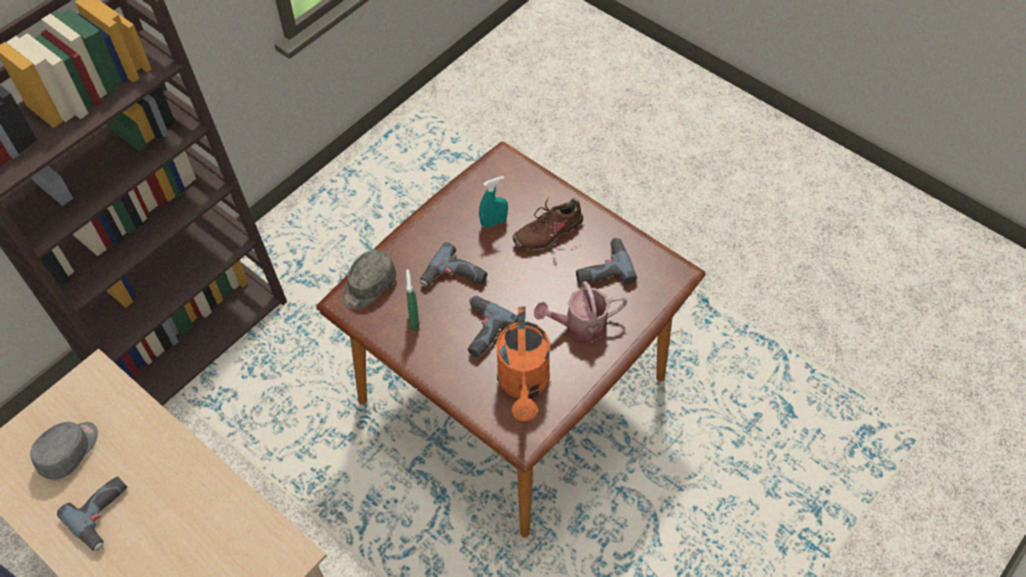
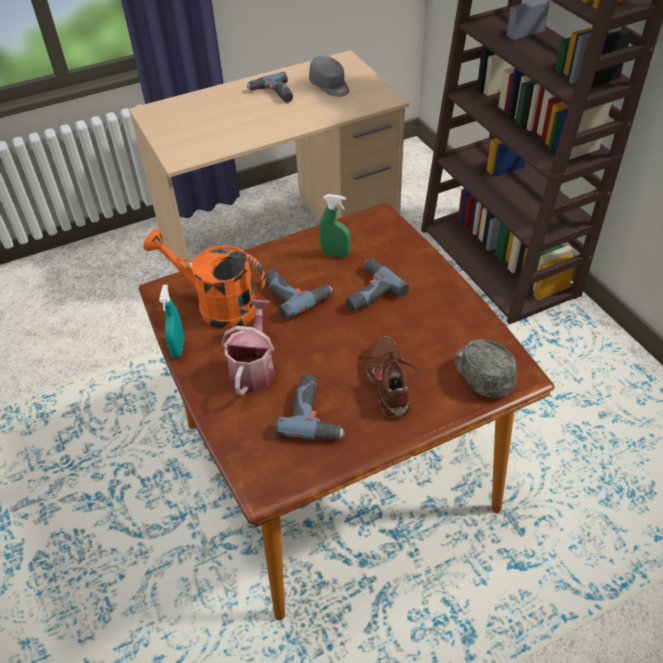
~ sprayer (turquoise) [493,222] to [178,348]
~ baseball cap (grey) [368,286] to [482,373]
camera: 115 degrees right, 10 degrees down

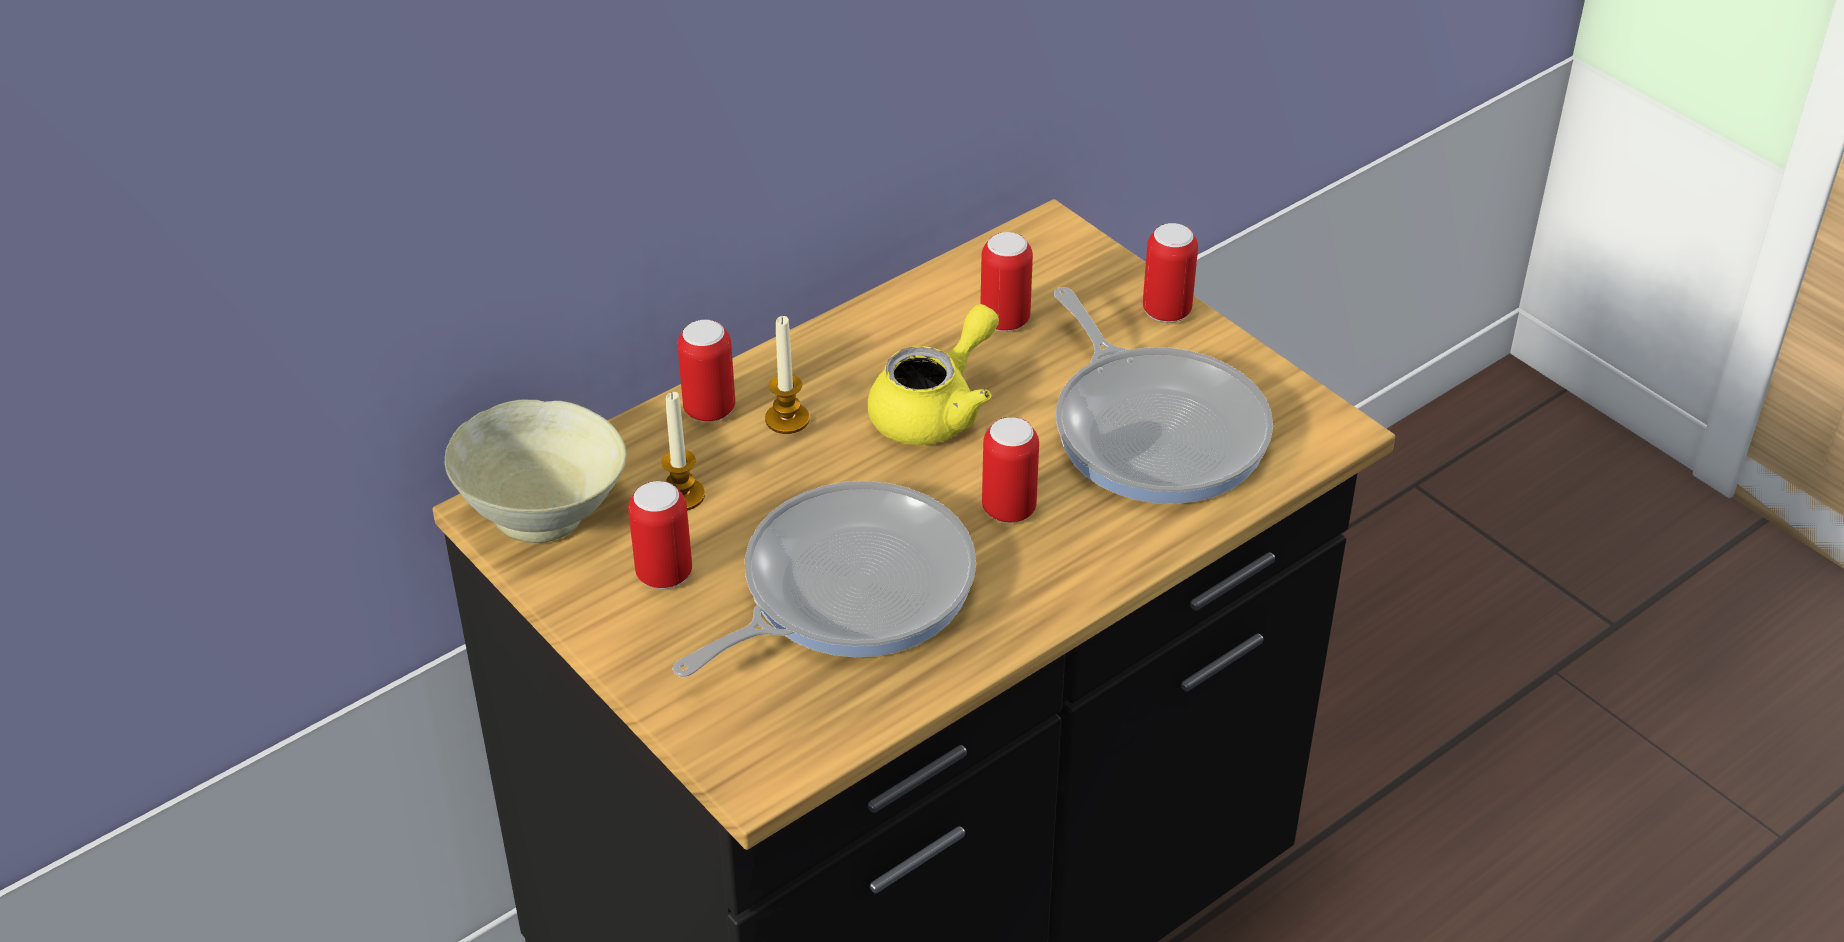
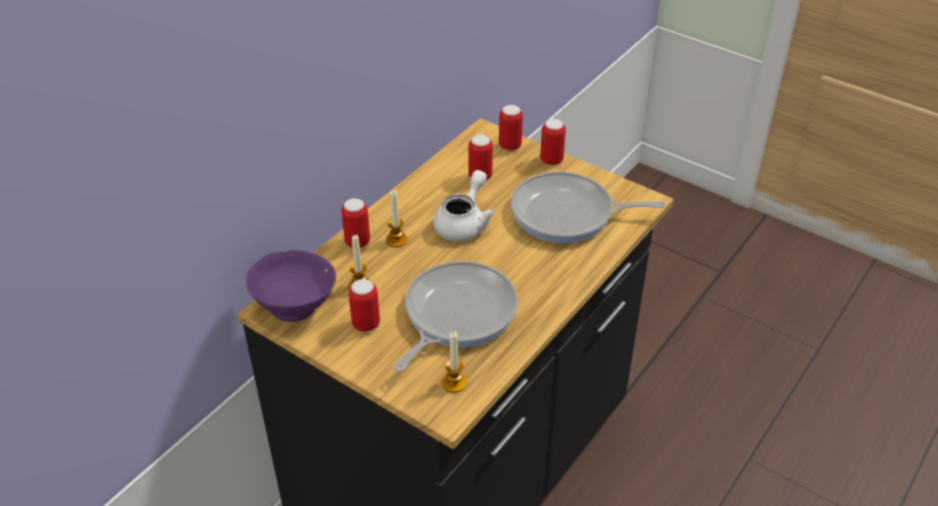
~ frying pan [1155,429] = [568,214] 135 degrees clockwise
~ pot for tea (yellow) [935,409] to pot for tea (white-coloured) [464,223]
~ bowl (sand-coloured) [546,514] to bowl (purplish) [296,306]
~ sealed can [1008,509] to [510,146]
+ wax light [454,383]
camera: 15 degrees left, 0 degrees up

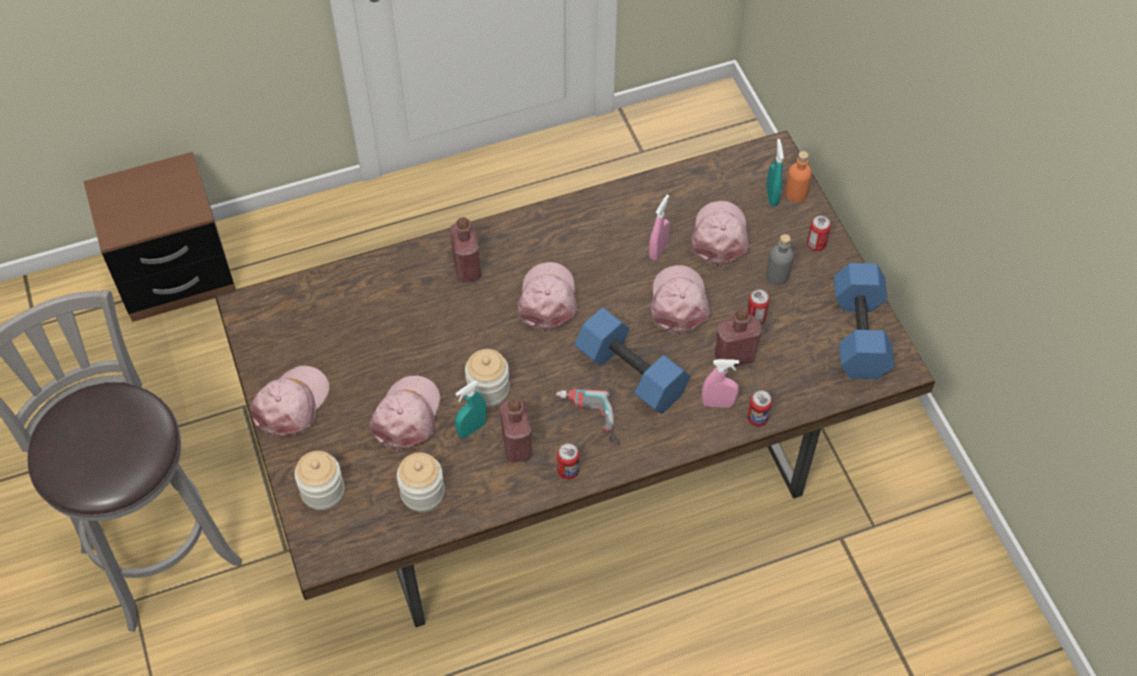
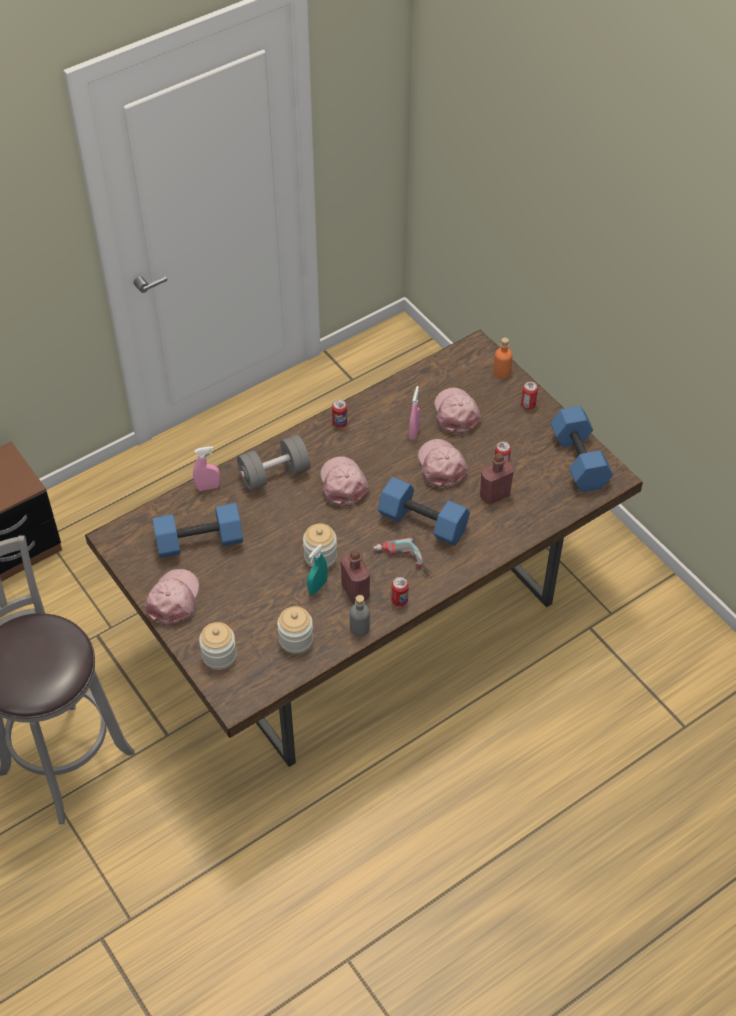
- sprayer (turquoise) [771,196]
~ bottle (red) [467,268] to dumbbell (grey) [274,474]
~ bottle (grey) [777,275] to [359,628]
~ sprayer (pink) [718,403] to [208,487]
- baseball cap (pink) [407,415]
~ sealed can [757,418] to [339,423]
+ dumbbell (bluish) [199,543]
camera: 15 degrees left, 5 degrees down

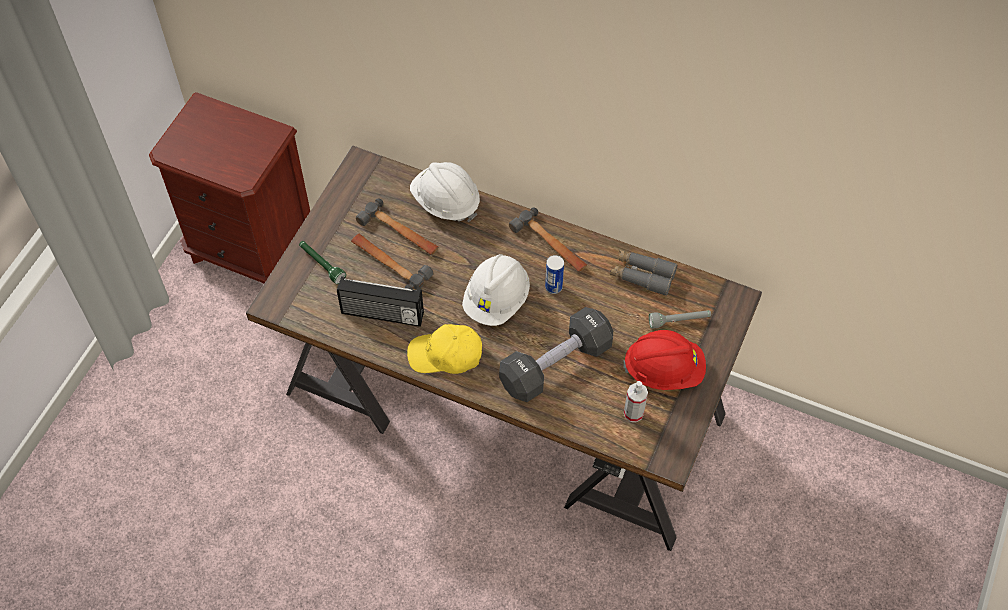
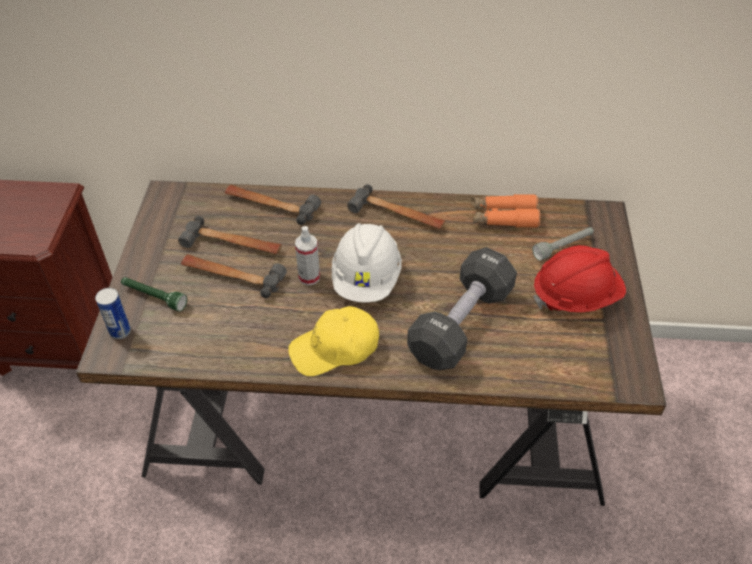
~ work helmet (white-coloured) [445,202] to tool hammer [271,205]
~ binoculars (grey) [642,275] to binoculars (orange-coloured) [503,217]
~ sealed can [553,287] to [120,331]
- radio set [382,315]
~ sprayer [633,413] to [309,277]
camera: 20 degrees left, 10 degrees down

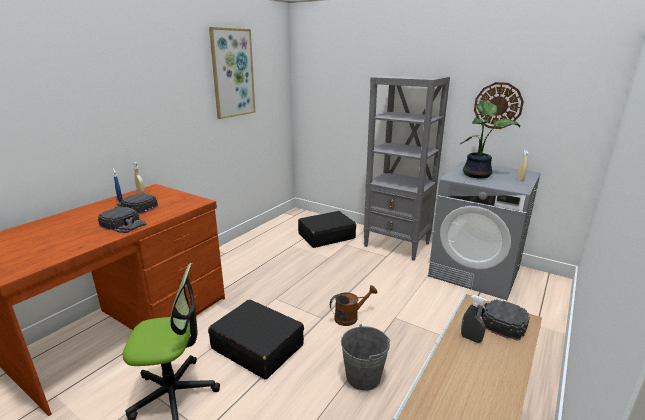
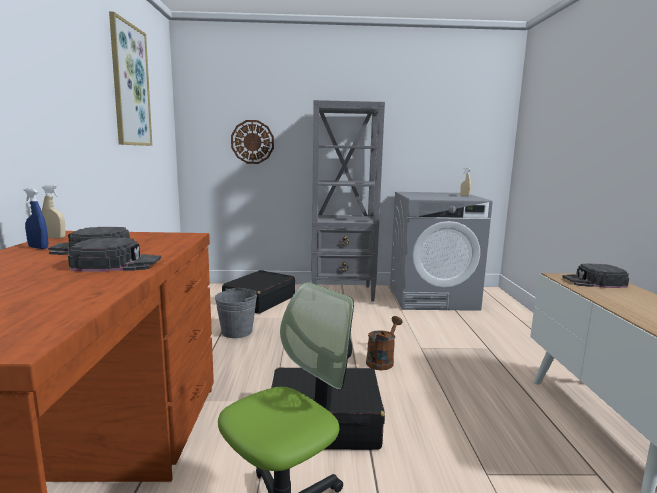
~ wall clock [498,105] to [252,142]
- houseplant [477,174]
- sprayer (grey) [471,339]
~ pail (grey) [363,376] to [237,331]
camera: 35 degrees left, 10 degrees down

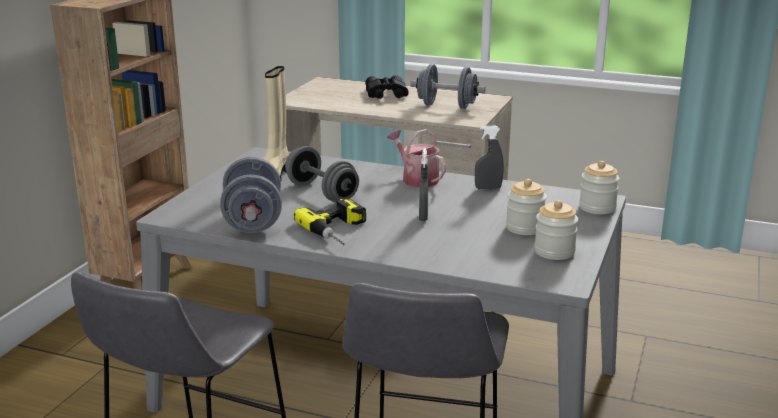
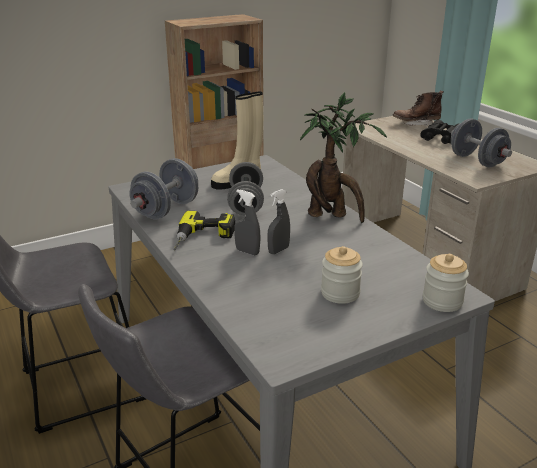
~ sprayer (grey) [488,188] to [247,252]
~ watering pot [417,178] to houseplant [332,216]
- jar [554,251]
+ high-top boot (brown-coloured) [416,124]
camera: 40 degrees right, 5 degrees up

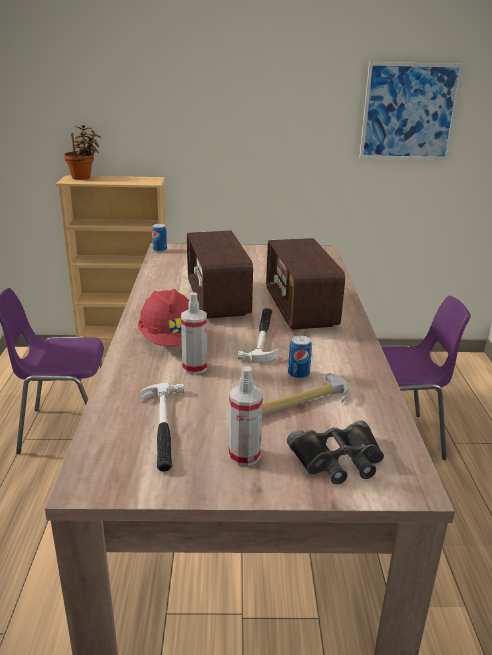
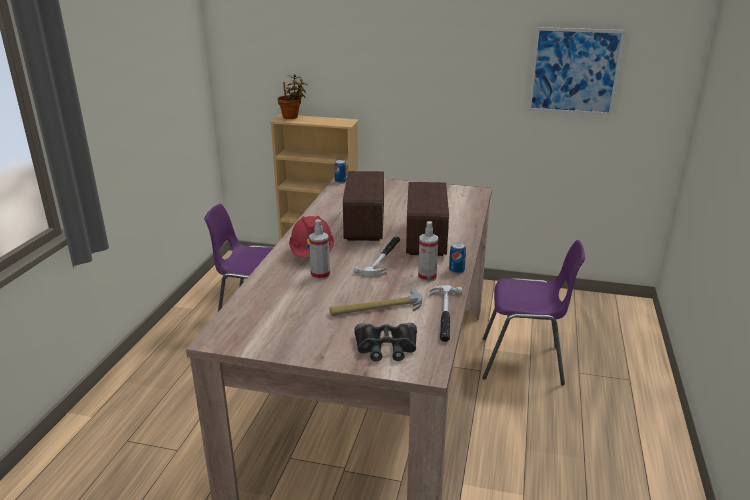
~ sealed can [298,374] to [456,270]
~ sprayer [244,456] to [427,277]
~ tool hammer [162,427] to [444,315]
camera: 15 degrees right, 0 degrees up

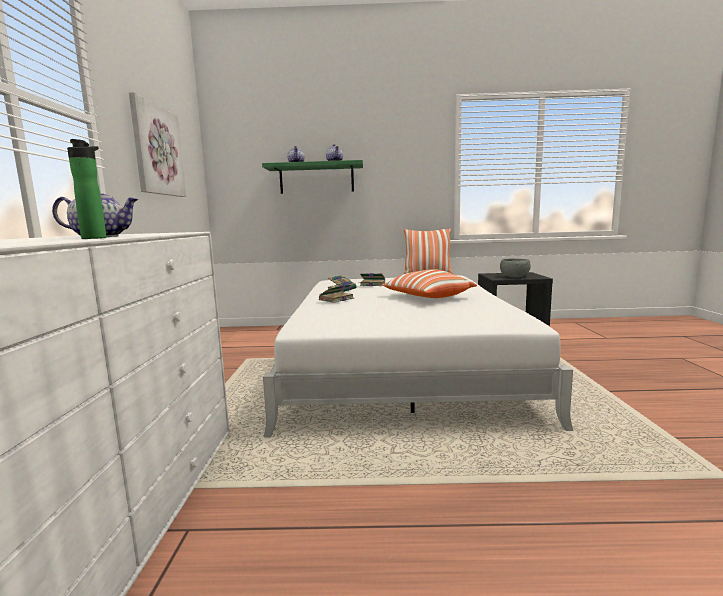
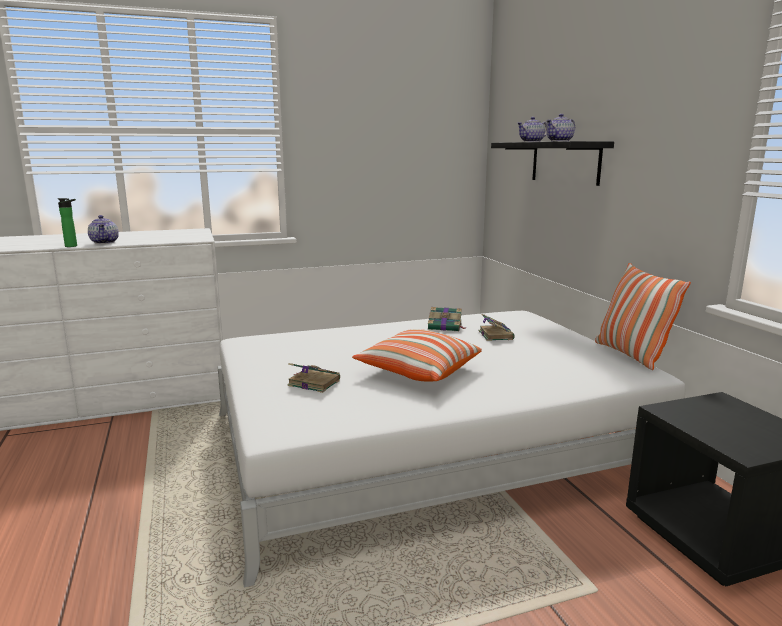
- wall picture [157,151]
~ wall shelf (greenish) [316,179] to wall shelf (black) [565,162]
- bowl (grey) [514,277]
~ bound book [335,299] to [313,383]
camera: 70 degrees right, 5 degrees up

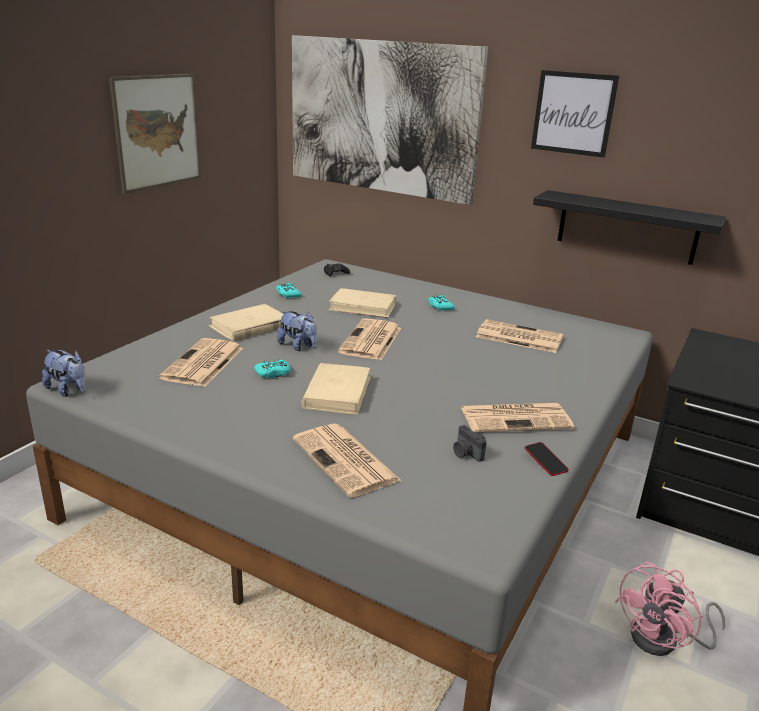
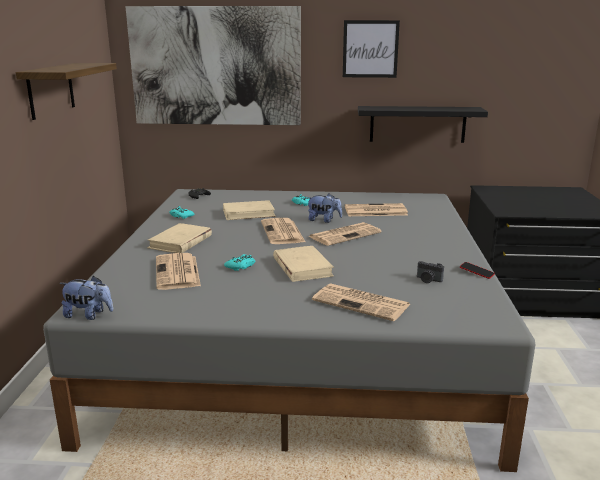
~ wall picture [157,131] to wall shelf [51,90]
~ cuddly toy [298,346] to [324,220]
~ printed paper [517,418] to [345,234]
- electric fan (pink) [663,641]
camera: 25 degrees left, 5 degrees down

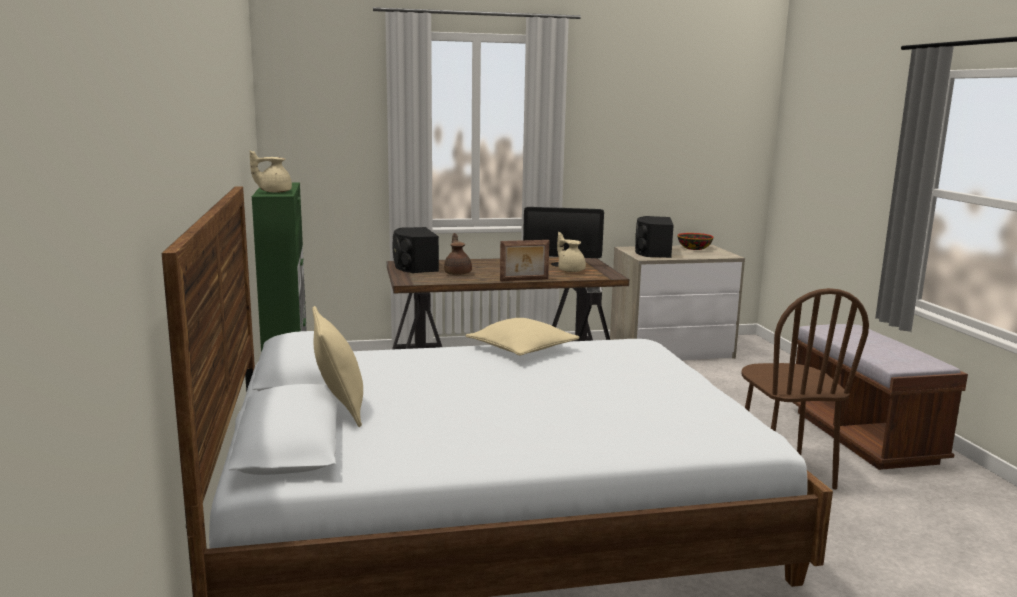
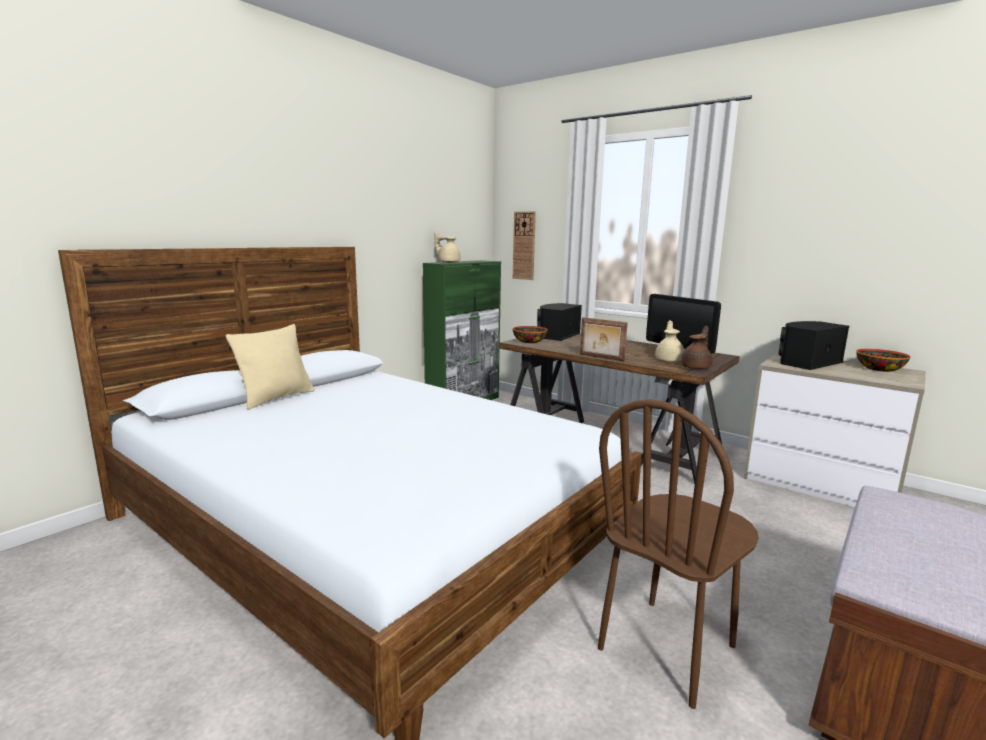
~ pot for tea (brown-coloured) [458,273] to [696,367]
- cushion (sand-coloured) [522,349]
+ wall clock [524,245]
+ bowl [529,341]
camera: 50 degrees right, 0 degrees up

